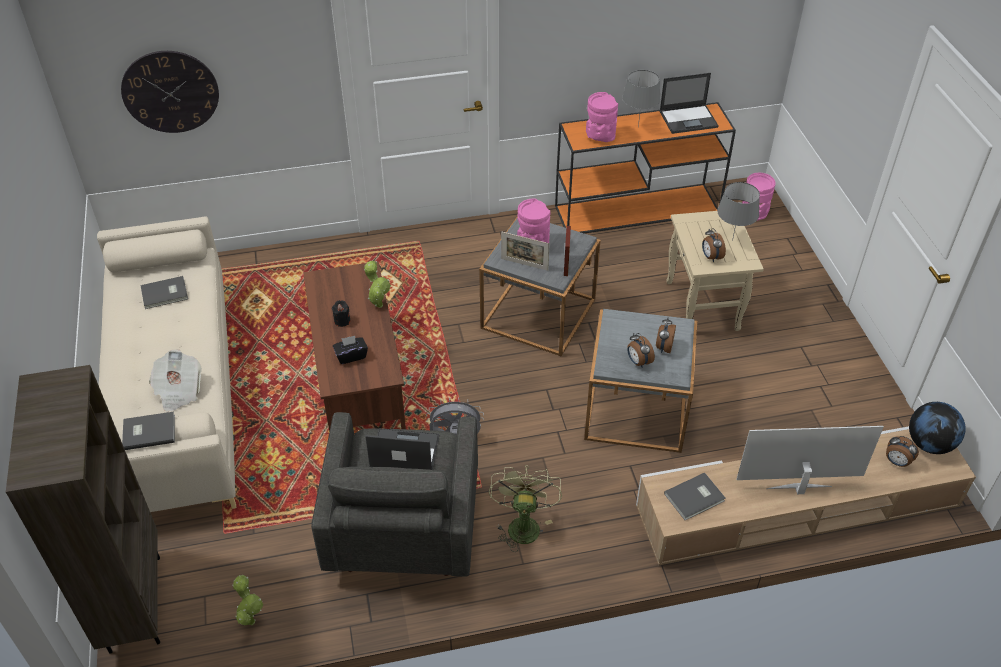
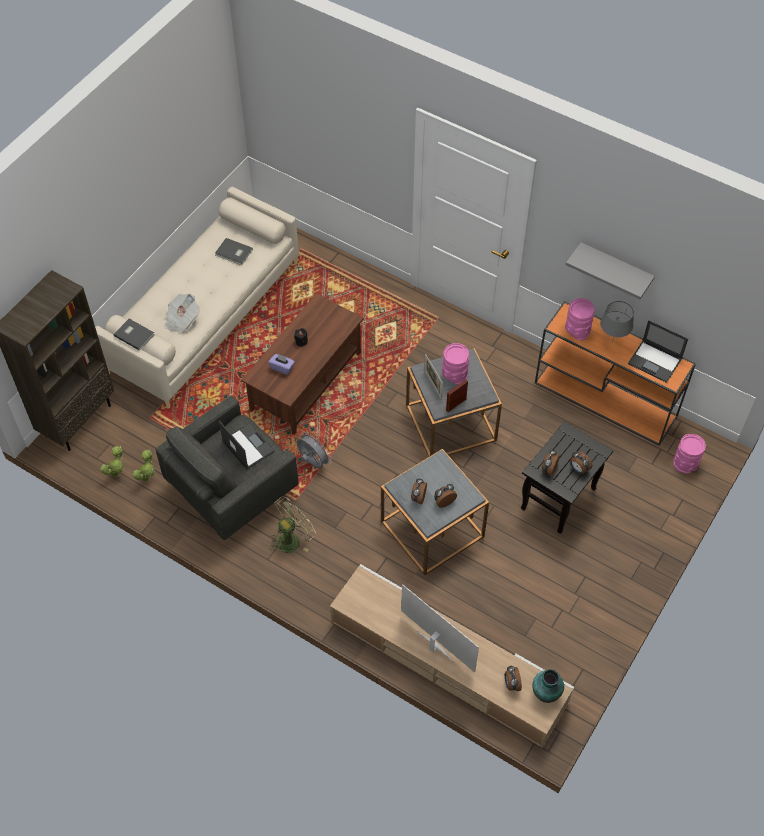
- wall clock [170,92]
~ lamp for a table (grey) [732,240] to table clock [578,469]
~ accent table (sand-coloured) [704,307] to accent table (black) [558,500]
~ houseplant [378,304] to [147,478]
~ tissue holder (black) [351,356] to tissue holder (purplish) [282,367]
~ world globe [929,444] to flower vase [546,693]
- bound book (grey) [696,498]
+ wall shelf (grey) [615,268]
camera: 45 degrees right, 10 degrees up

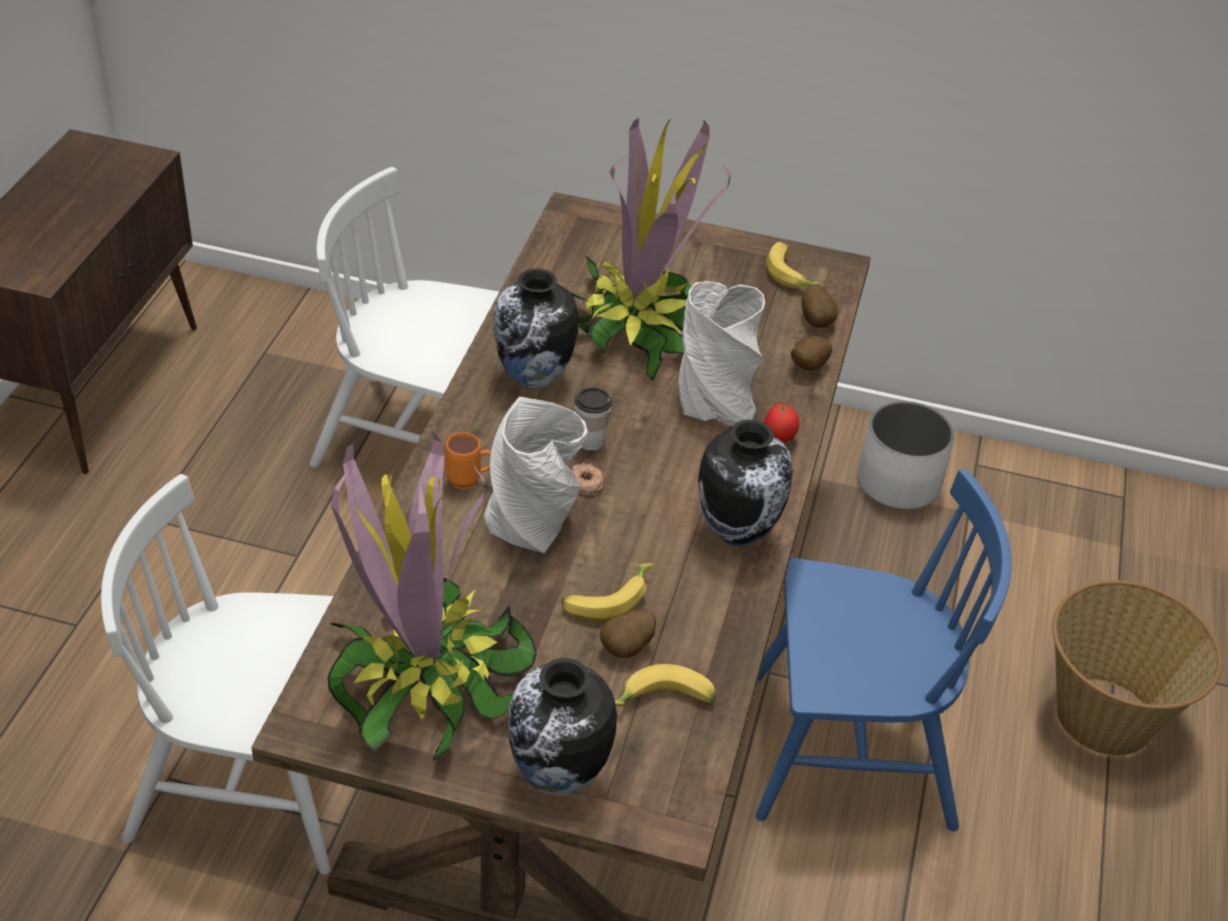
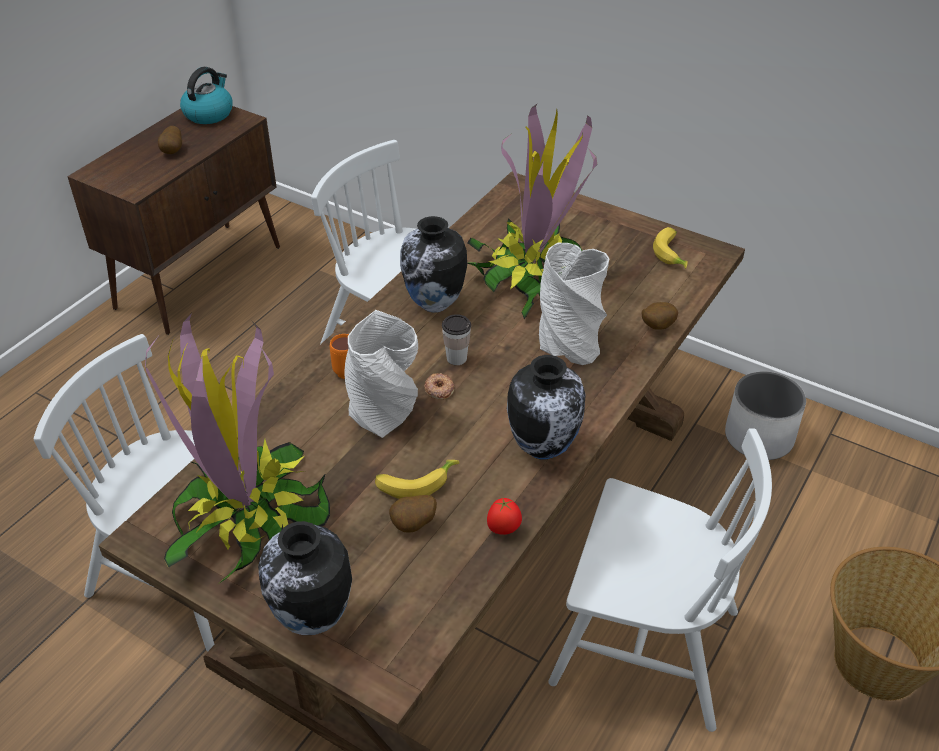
~ spud [817,321] to [173,151]
~ tomato [778,439] to [503,529]
~ plain chair (bluish) [849,752] to plain chair (white-coloured) [644,645]
- banana [663,702]
+ kettle [209,113]
camera: 20 degrees right, 0 degrees up

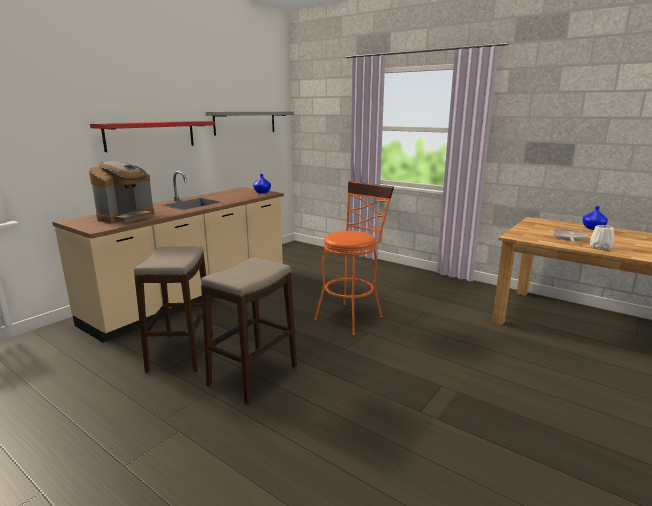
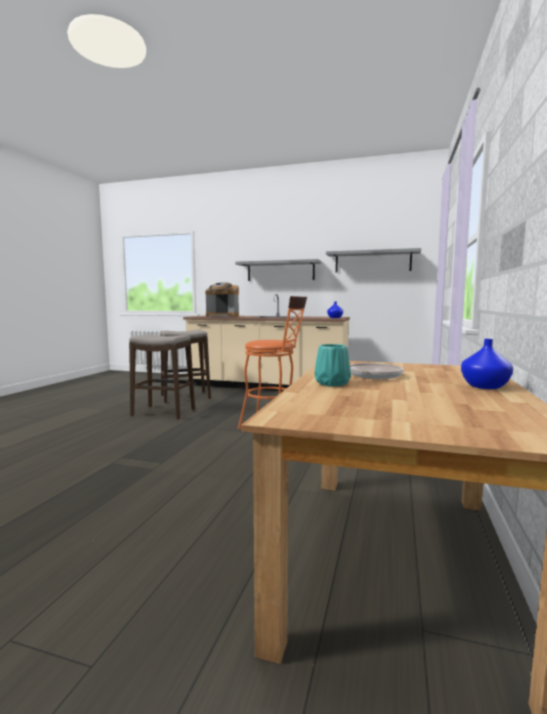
~ wall shelf (red) [151,135] to wall shelf (grey) [280,271]
~ flower vase (white-coloured) [600,248] to flower vase (turquoise) [331,383]
camera: 70 degrees right, 10 degrees down

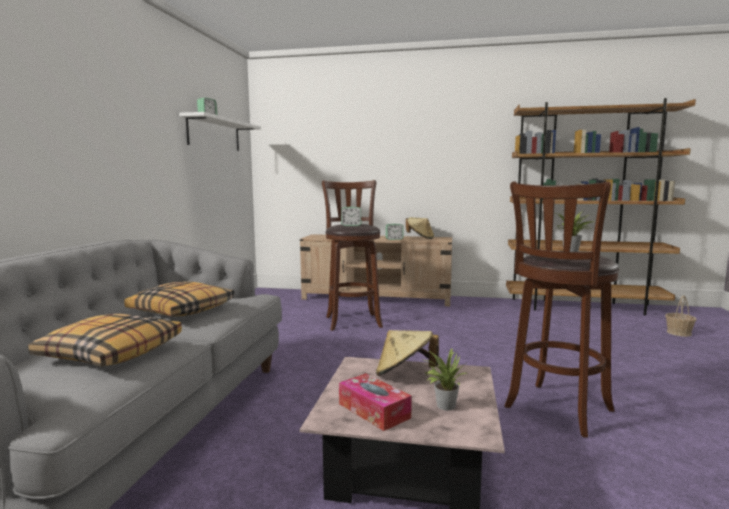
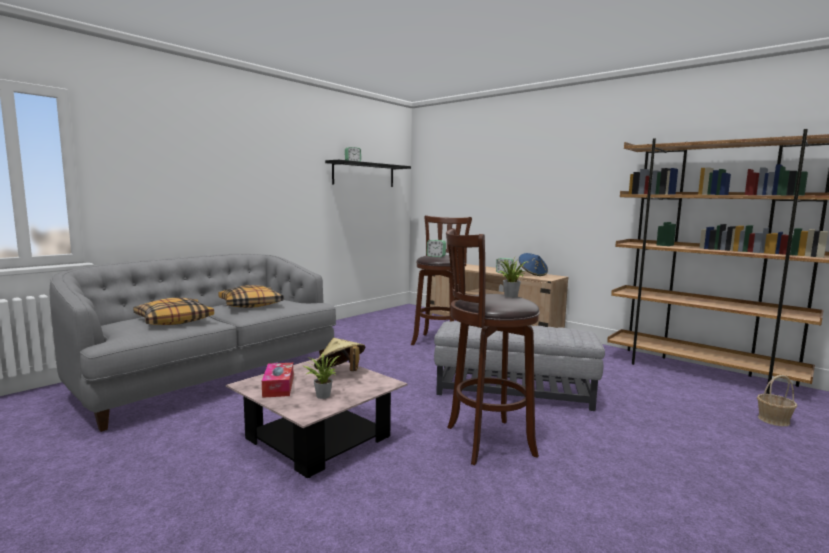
~ wall shelf (white-coloured) [214,134] to wall shelf (black) [364,174]
~ hat (sand-coloured) [420,238] to hat (bluish) [532,274]
+ pouffe (grey) [513,392]
camera: 30 degrees right, 0 degrees up

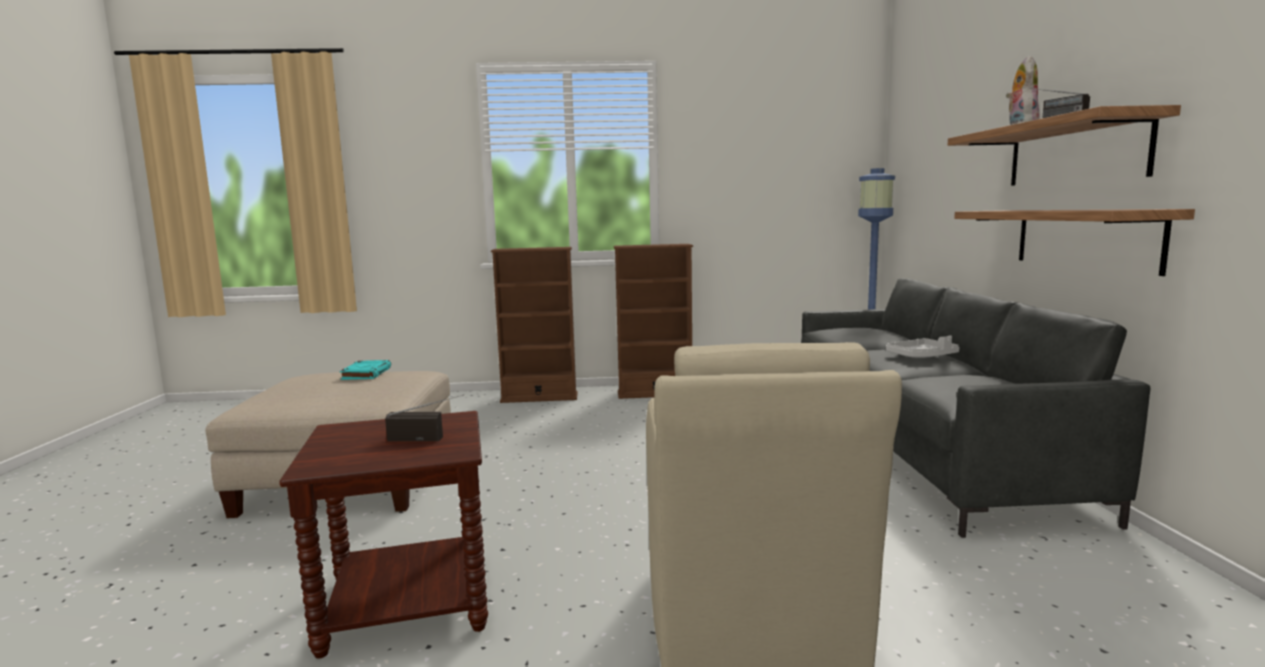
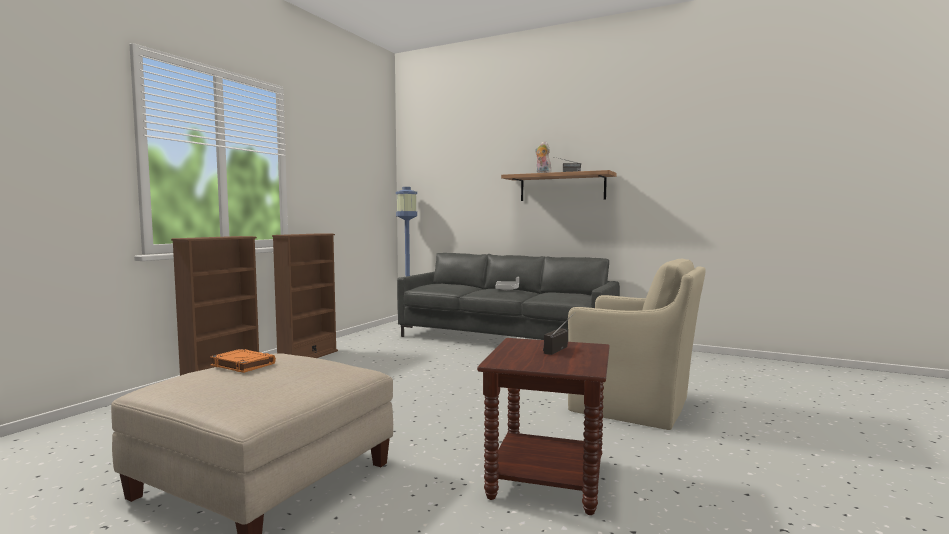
- wall shelf [1085,238]
~ bound book (turquoise) [366,373] to bound book (orange-coloured) [242,364]
camera: 60 degrees left, 5 degrees down

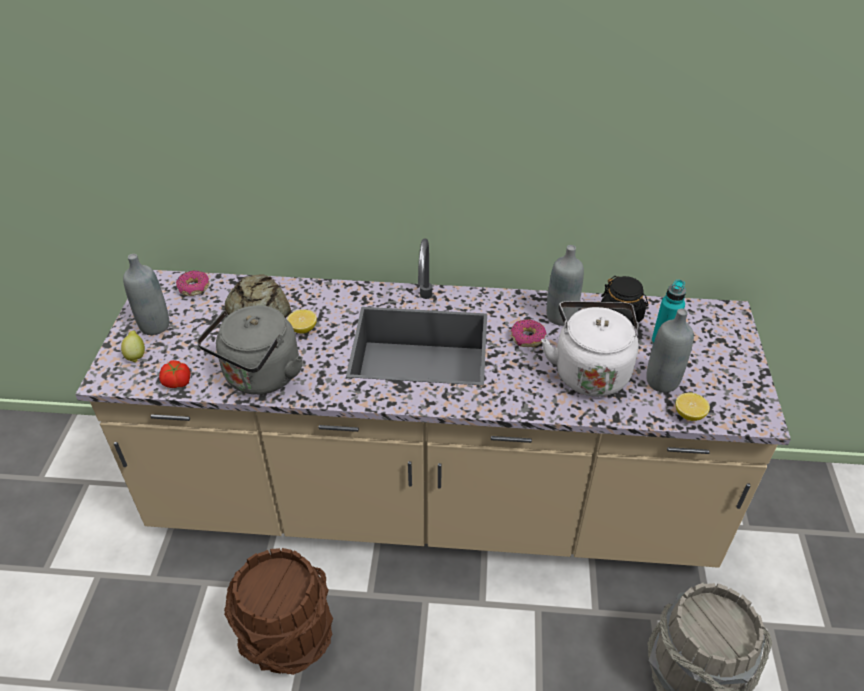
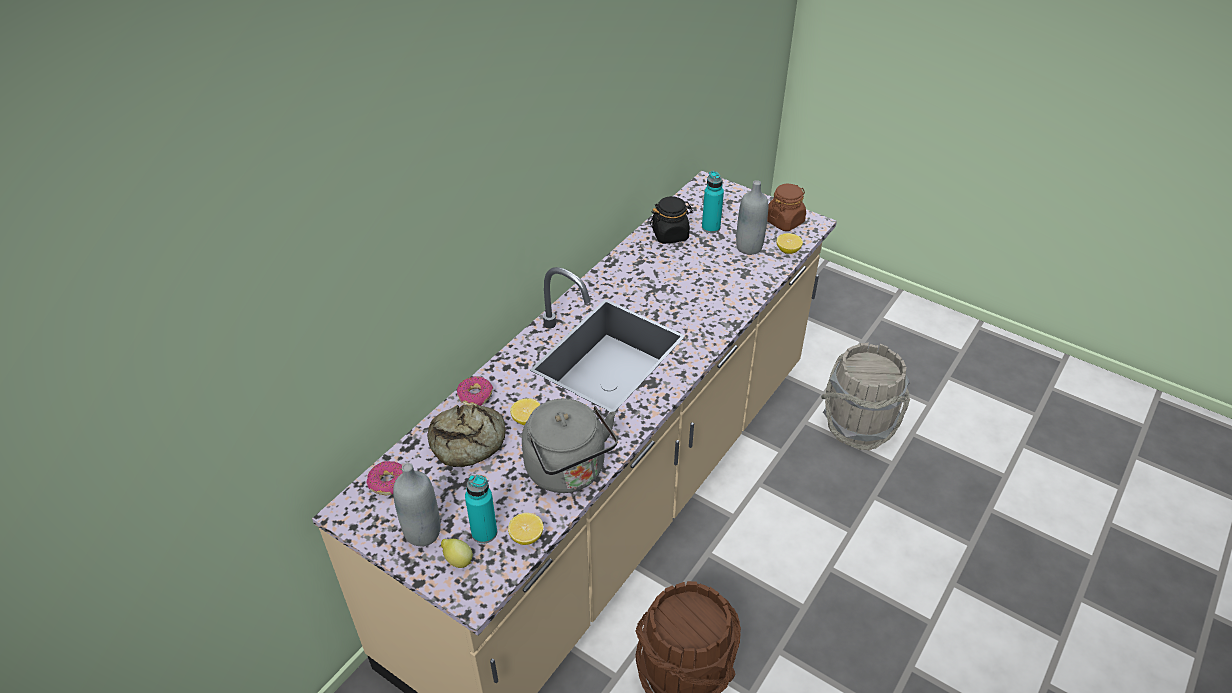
- bottle (grey) [560,316]
- kettle (white-coloured) [589,371]
~ doughnut [528,338] to [475,395]
~ tomato [177,382] to citrus fruit [526,537]
+ jar (brown-coloured) [784,221]
+ bottle (turquoise) [484,532]
camera: 60 degrees left, 0 degrees up

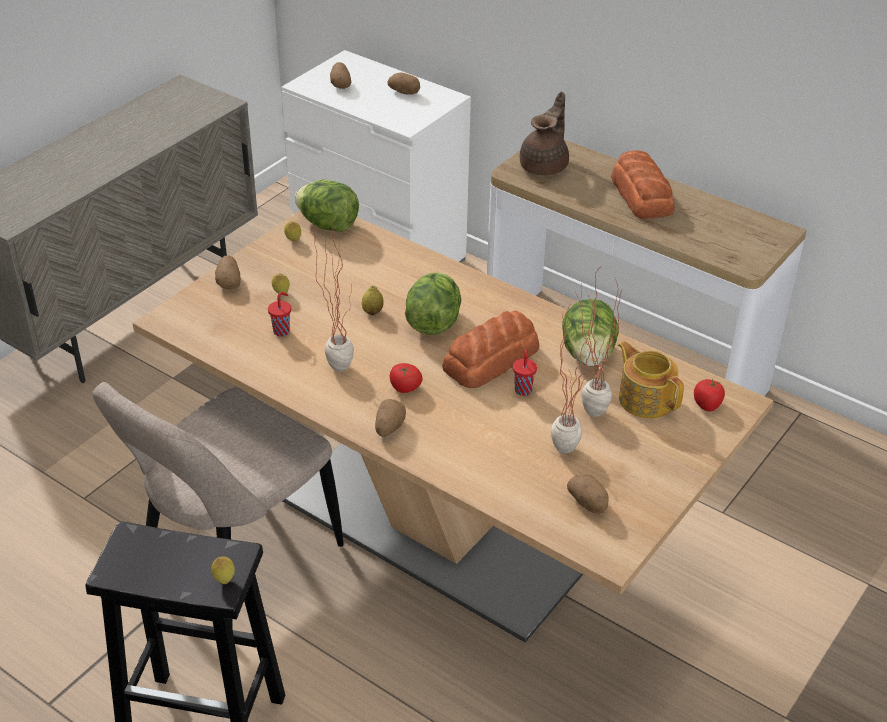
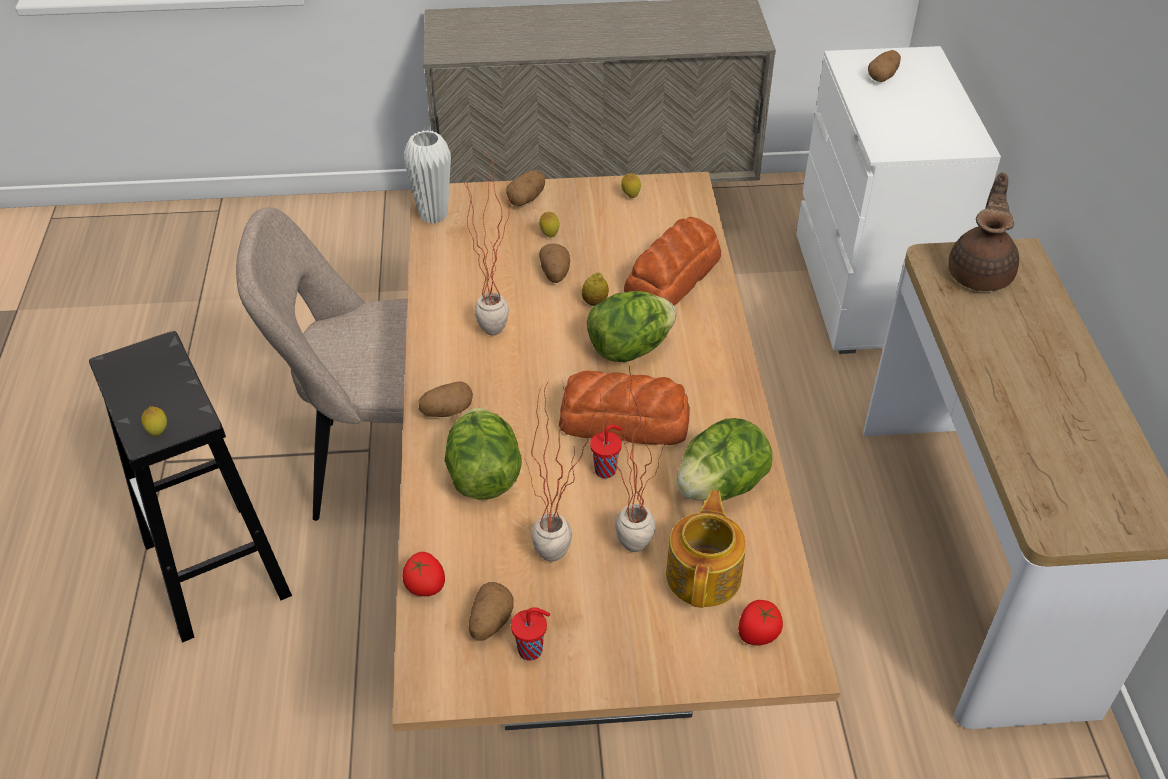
~ spud [405,92] to [555,273]
~ pot for tea (brown-coloured) [545,166] = [980,273] 60 degrees counterclockwise
~ bakery bread [642,195] to [674,275]
~ lettuce [328,225] to [483,476]
~ cup (red) [282,331] to [532,650]
~ tomato [405,388] to [425,585]
+ flower vase (white-coloured) [433,215]
camera: 50 degrees right, 5 degrees up

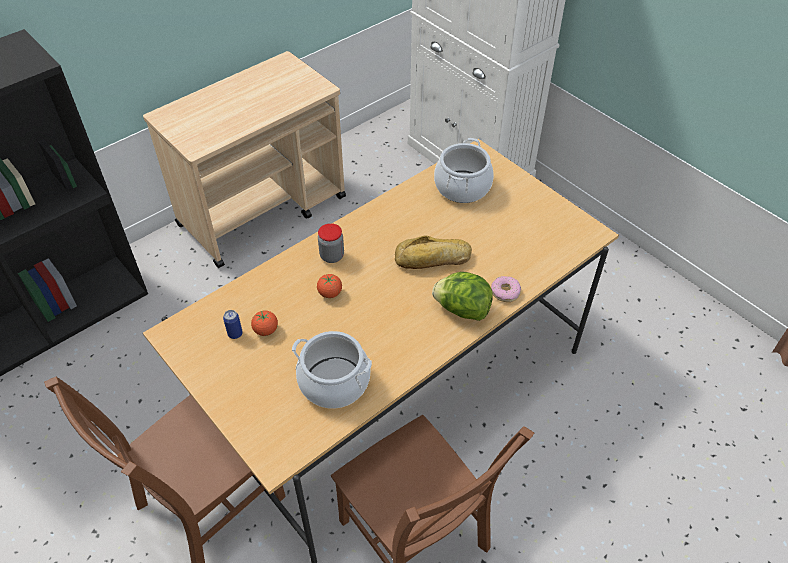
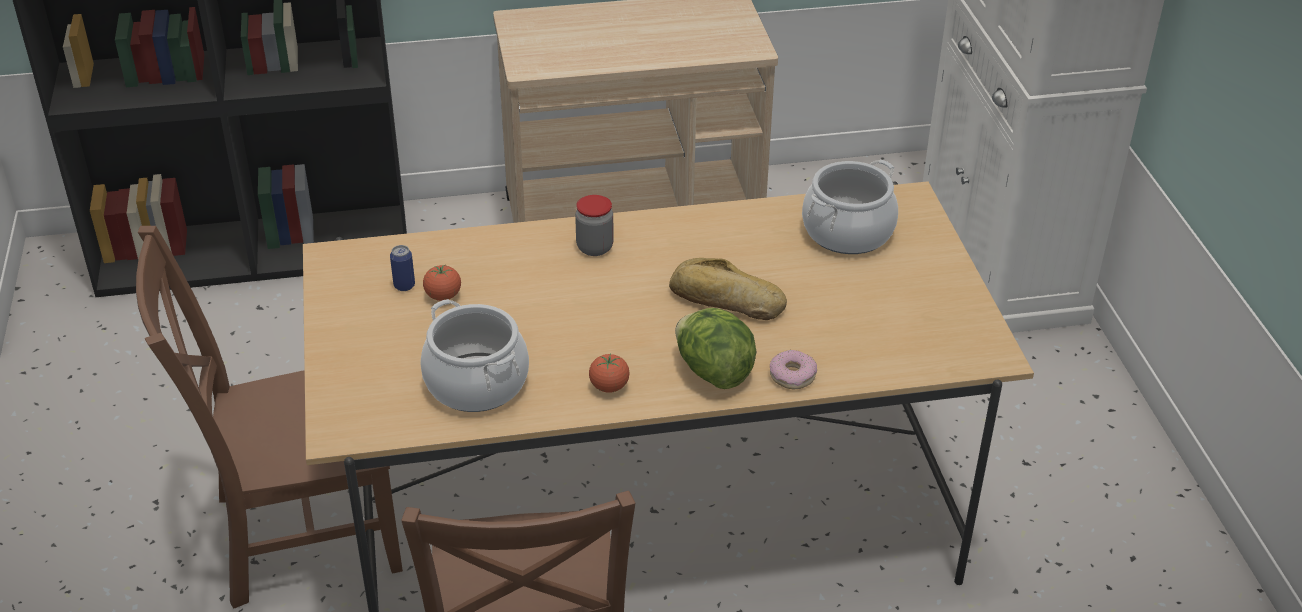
~ tomato [330,293] to [609,387]
camera: 30 degrees right, 10 degrees down

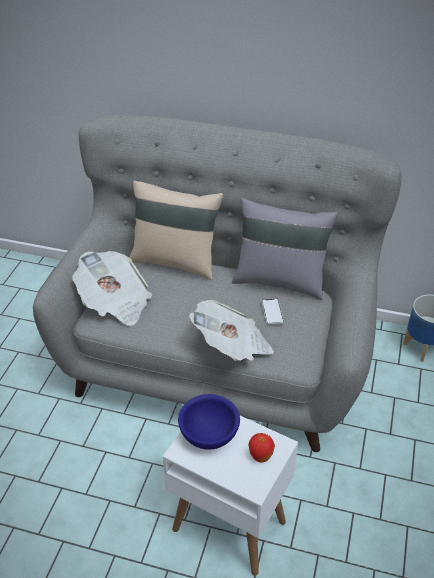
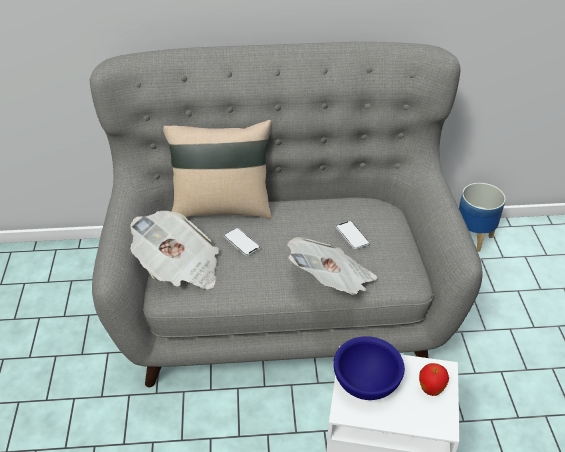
- cushion (grey) [280,280]
+ phone [241,242]
camera: 20 degrees left, 0 degrees up

